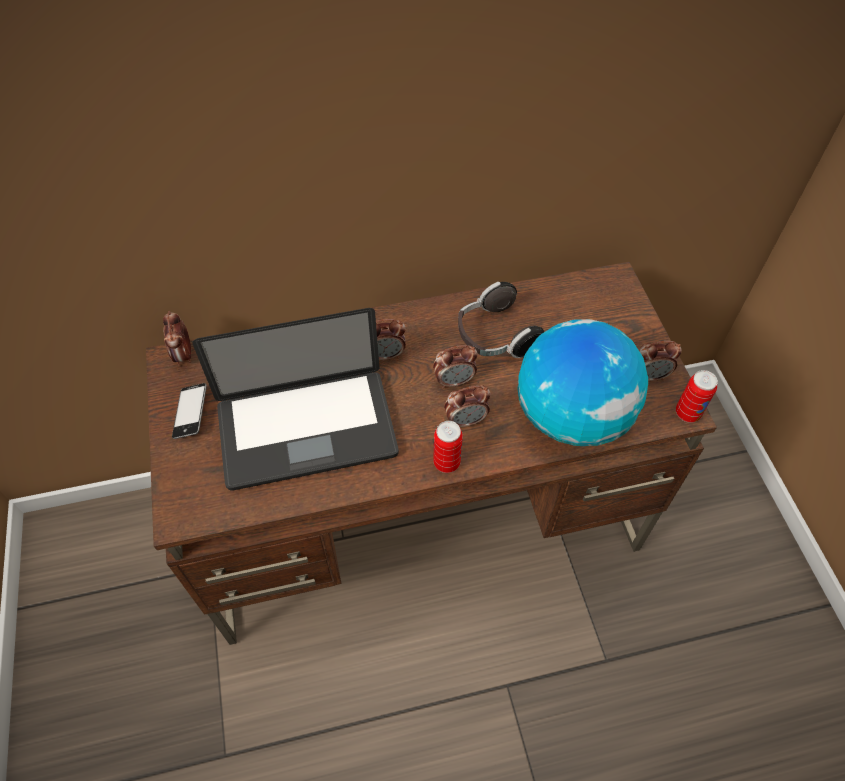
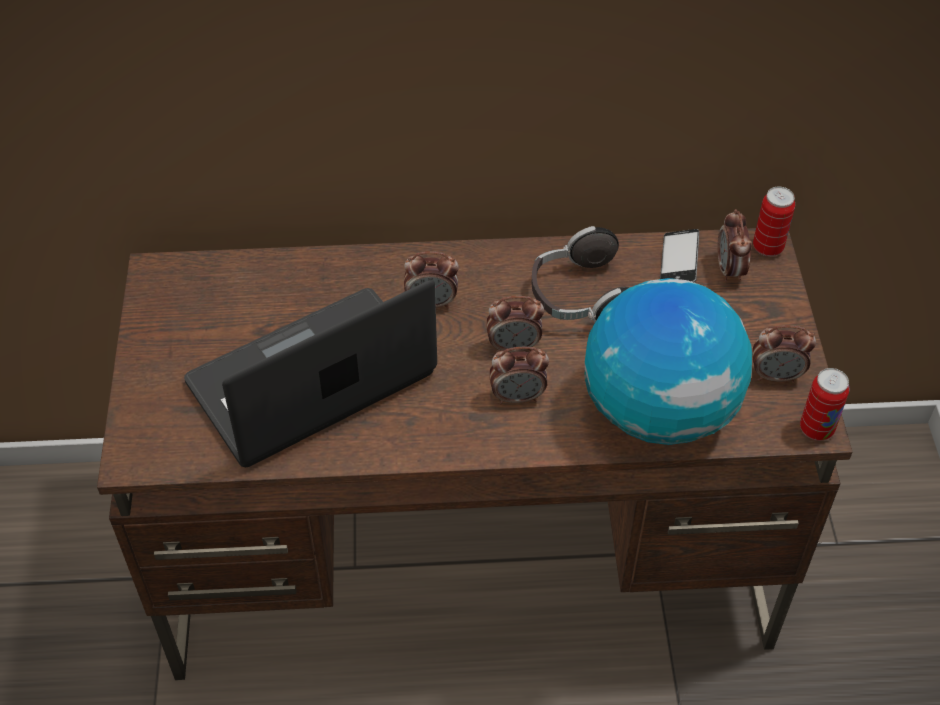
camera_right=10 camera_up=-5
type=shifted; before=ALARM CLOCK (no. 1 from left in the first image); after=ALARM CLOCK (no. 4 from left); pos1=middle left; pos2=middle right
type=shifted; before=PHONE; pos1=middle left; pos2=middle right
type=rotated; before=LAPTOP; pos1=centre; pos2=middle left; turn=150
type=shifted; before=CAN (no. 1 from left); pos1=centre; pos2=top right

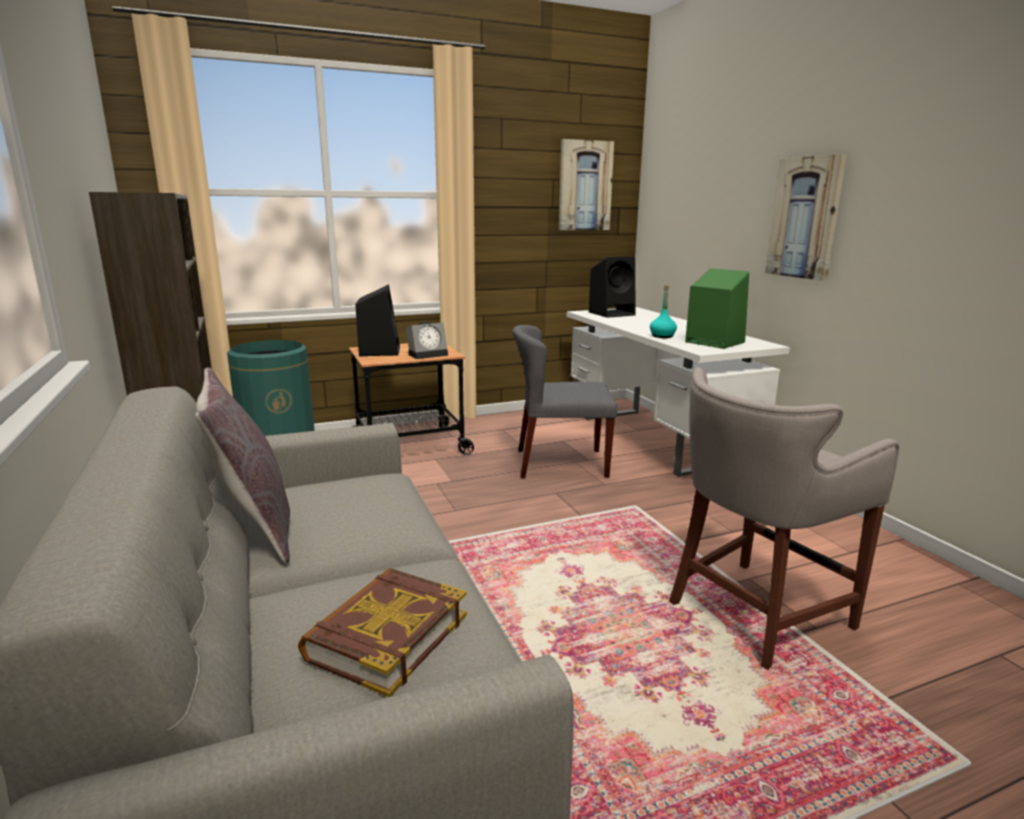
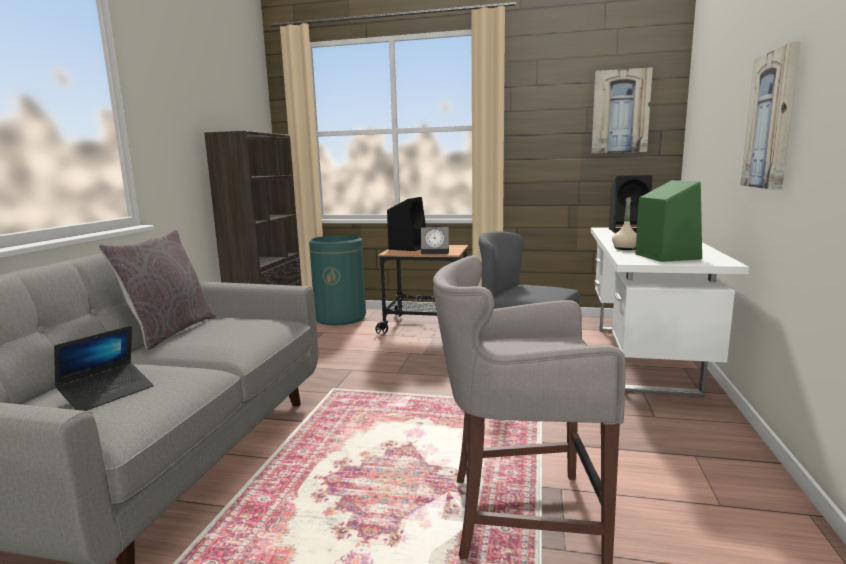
camera_right=35 camera_up=-5
type=swapped; before=BOOK; after=LAPTOP; pos1=bottom centre; pos2=middle left
type=repainted; before=TURQUOISE BOTTLE; after=BEIGE BOTTLE; pos1=centre; pos2=middle right

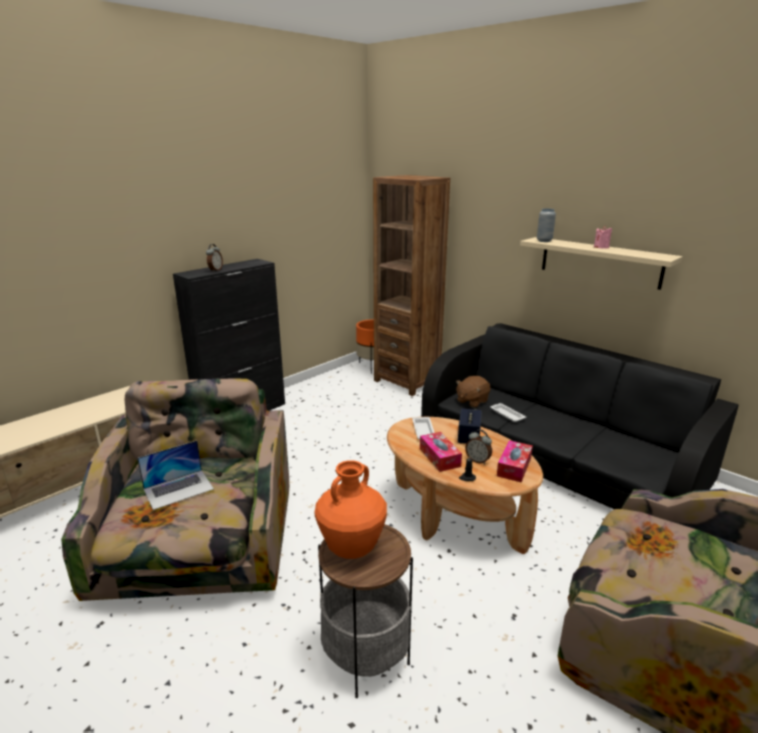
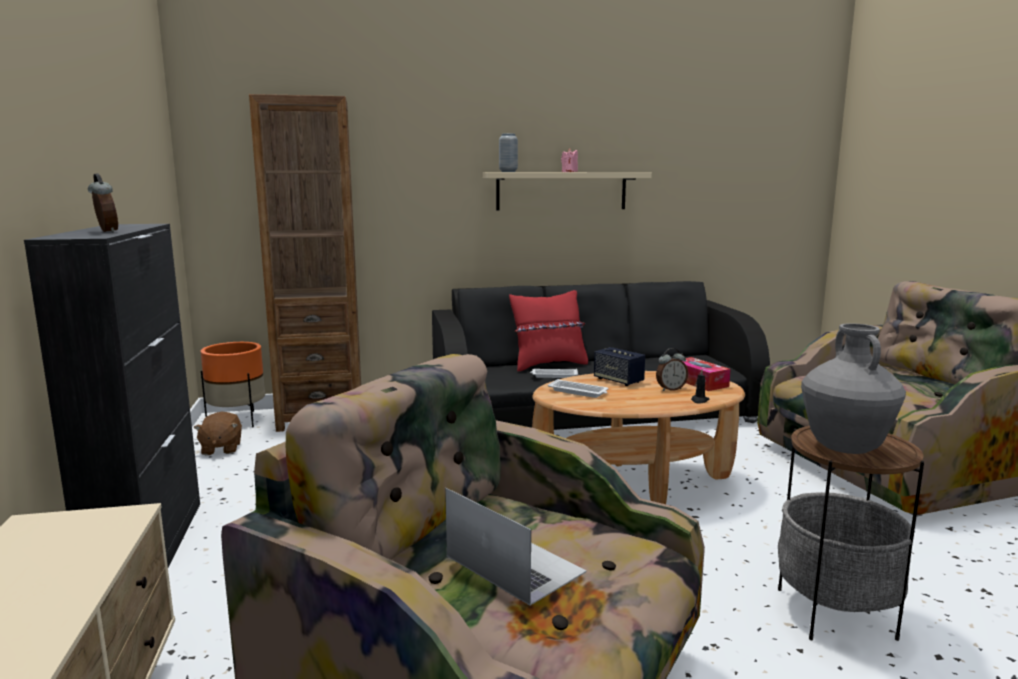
camera_right=-55 camera_up=-10
type=rotated; before=LAPTOP; pos1=middle left; pos2=bottom centre; turn=-45
type=repainted; before=ORANGE VASE; after=GREY VASE (no. 2 from left); pos1=bottom centre; pos2=middle right
type=gone; before=TISSUE BOX (no. 1 from left); pos1=centre
type=shifted; before=BROWN PLUSH TOY; pos1=centre; pos2=middle left
type=new; after=RED PILLOW; pos2=centre

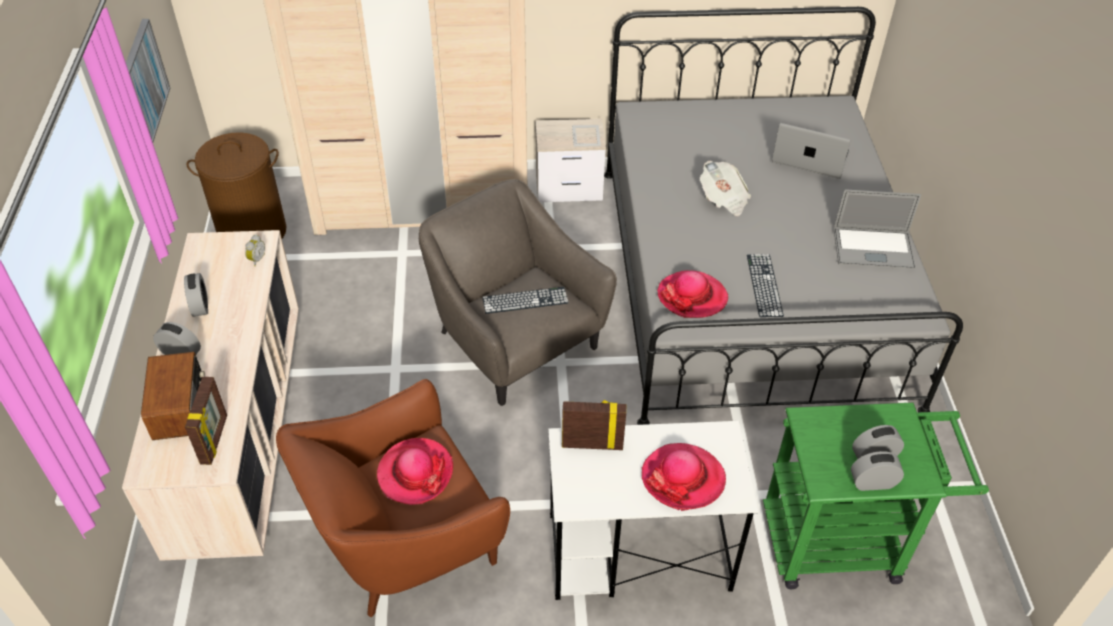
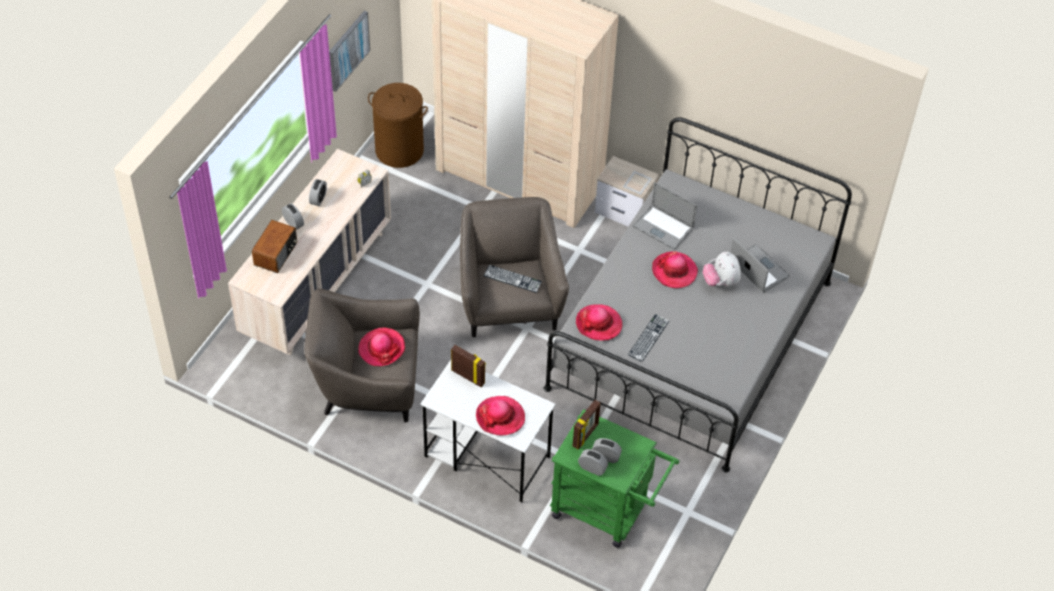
camera_right=30 camera_up=5
type=shifted; before=PICTURE FRAME (no. 1 from left in the first image); after=PICTURE FRAME (no. 2 from left); pos1=bottom left; pos2=bottom centre
type=repainted; before=BROWN ARMCHAIR; after=GREY ARMCHAIR (no. 1 from left); pos1=bottom centre; pos2=centre
type=swapped; before=NEWSPAPER; after=HAT (no. 4 from left); pos1=top centre; pos2=centre
type=shifted; before=LAPTOP (no. 2 from left in the first image); after=LAPTOP (no. 1 from left); pos1=middle right; pos2=centre
type=new; after=PLUSH TOY; pos2=middle right

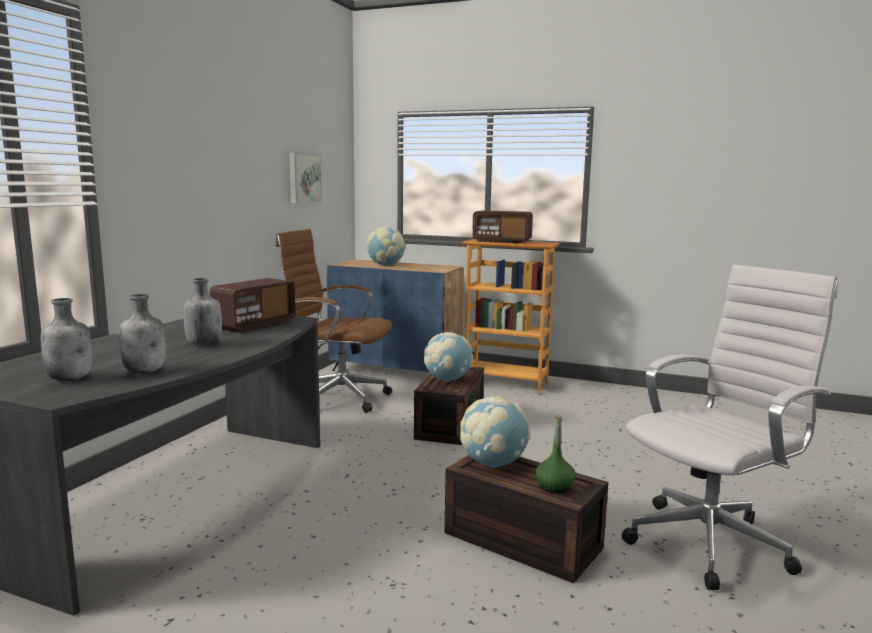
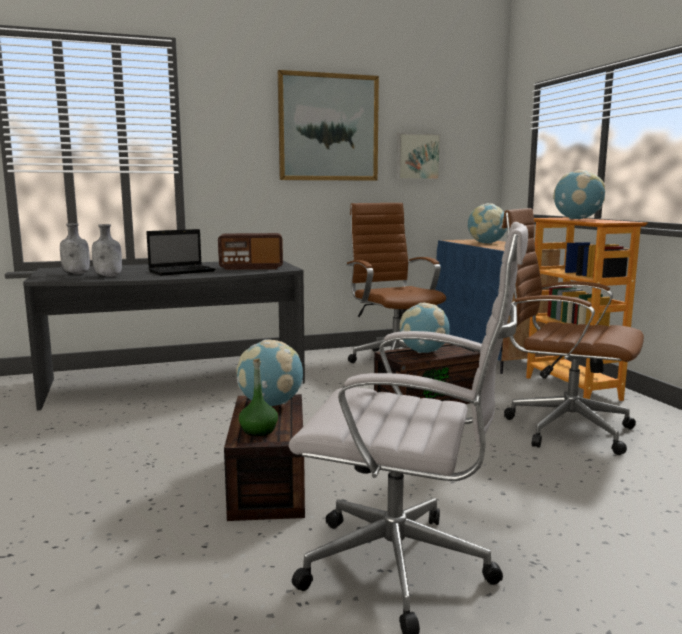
camera_right=50 camera_up=0
type=swapped; before=GREY BOTTLE (no. 3 from left); after=LAPTOP; pos1=middle left; pos2=middle left
type=swapped; before=RADIO (no. 2 from left); after=GLOBE (no. 4 from left); pos1=centre; pos2=top right
type=new; after=PICTURE (no. 1 from left); pos2=top centre
type=new; after=BROWN OFFICE CHAIR (no. 2 from left); pos2=middle right

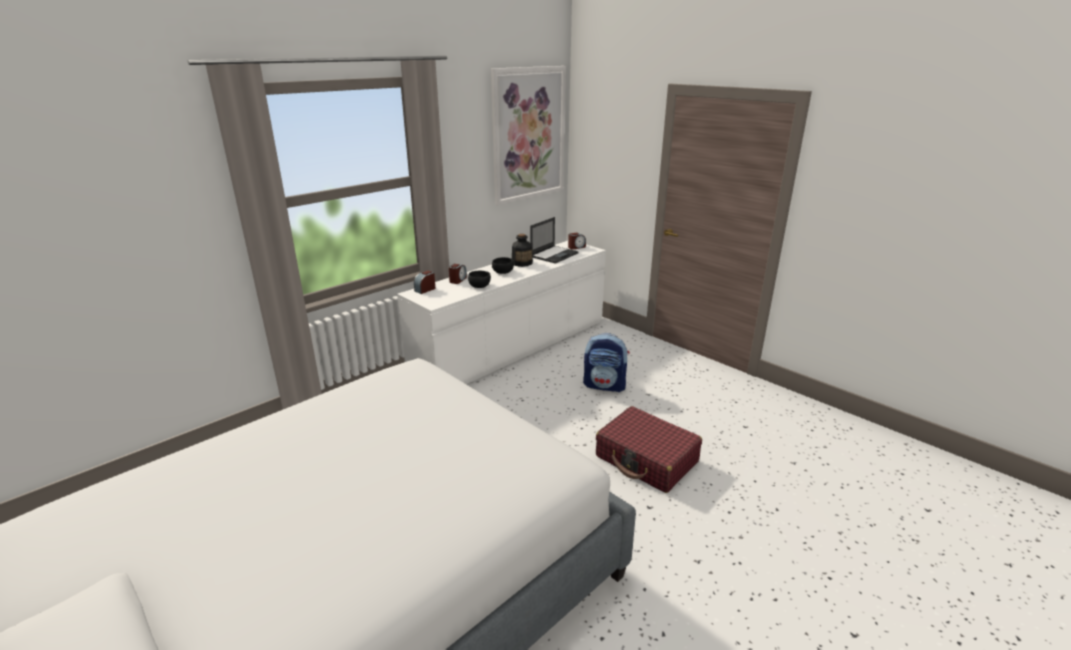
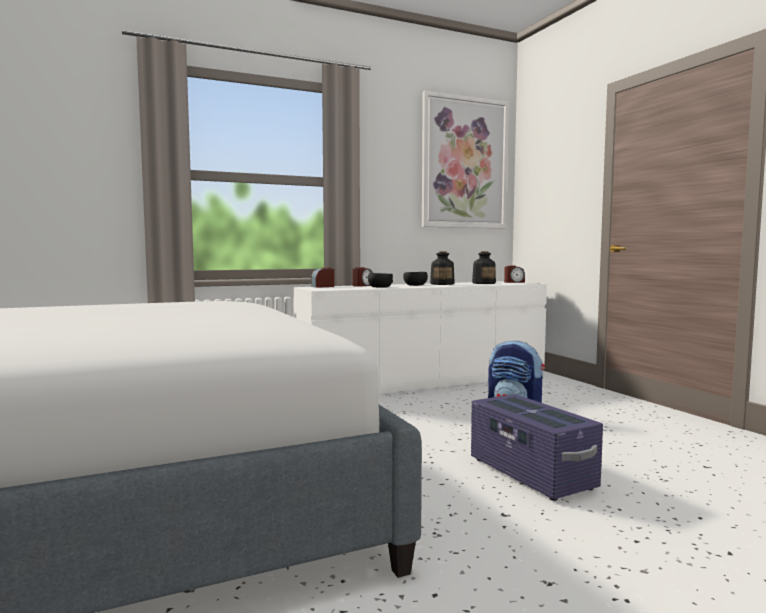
camera_right=20 camera_up=-20
type=swapped; before=LAPTOP; after=BOTTLE (no. 2 from left); pos1=centre; pos2=centre
type=swapped; before=RED SUITCASE; after=PURPLE STORAGE BOX; pos1=bottom centre; pos2=bottom right

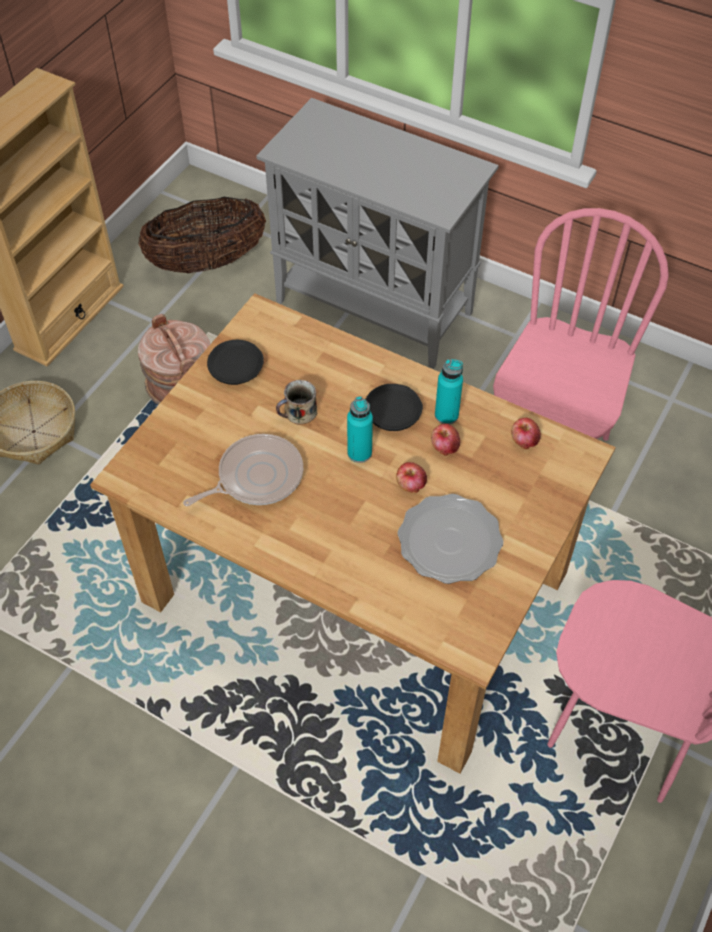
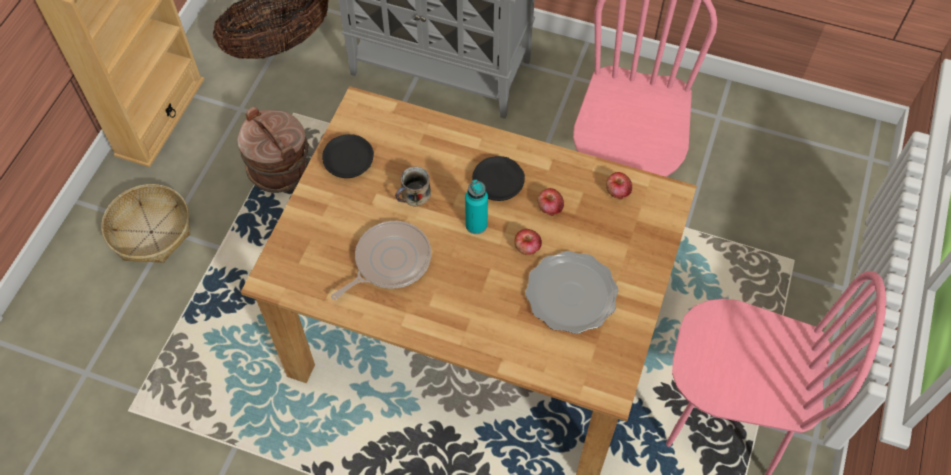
camera_right=-10 camera_up=5
type=gone; before=TURQUOISE BOTTLE (no. 2 from left); pos1=centre

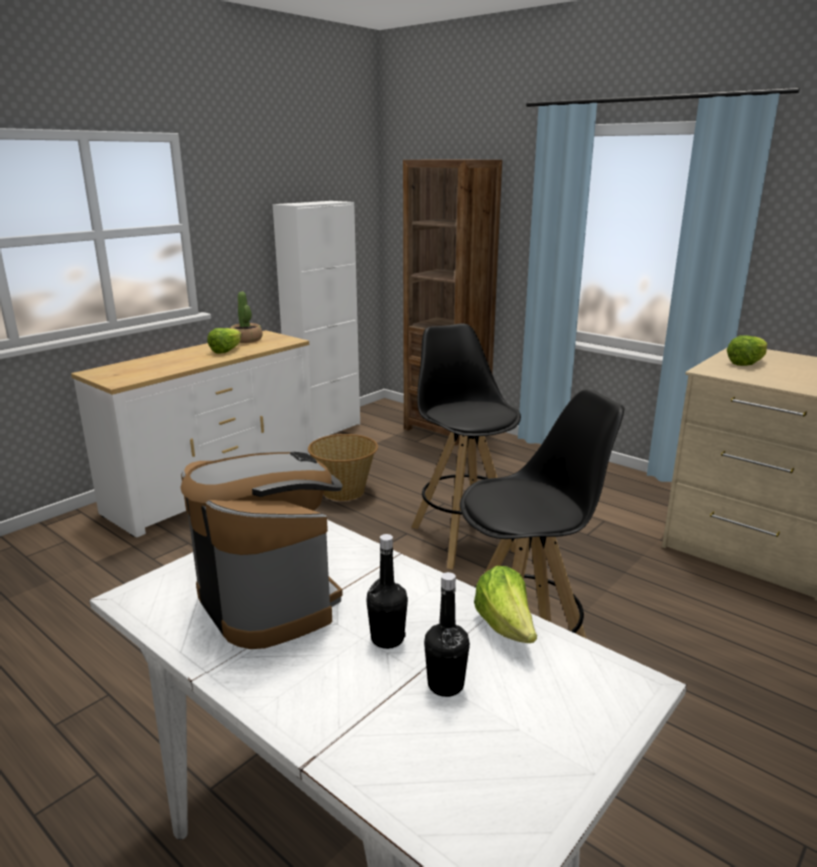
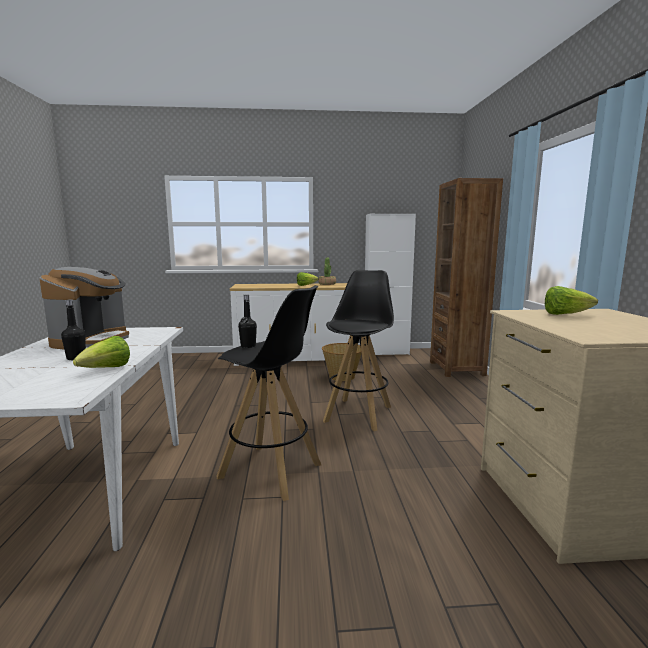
camera_right=45 camera_up=-10
type=shifted; before=BLACK BOTTLE (no. 2 from left); pos1=bottom centre; pos2=centre

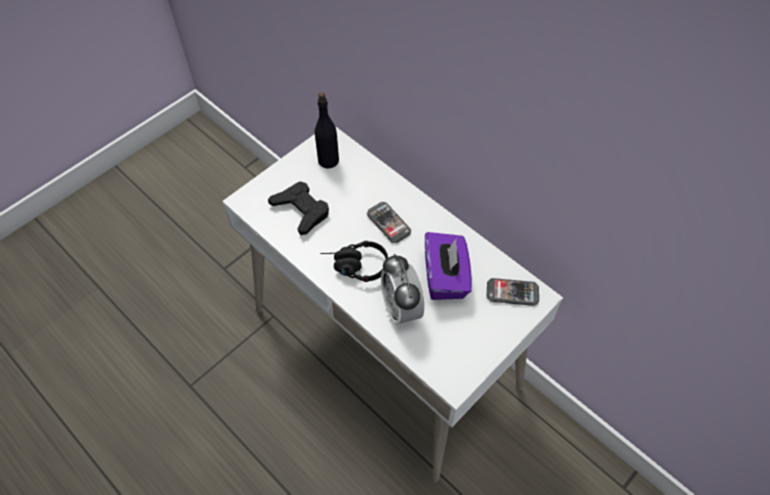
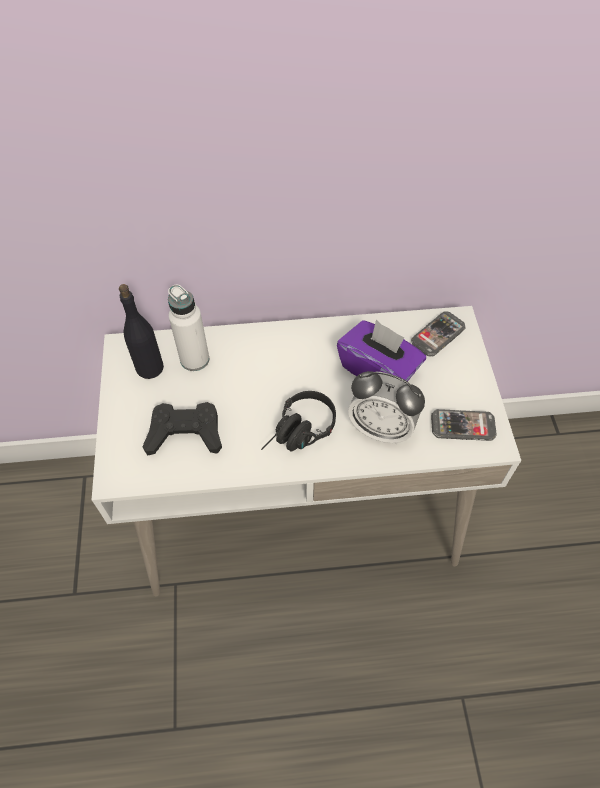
camera_right=-50 camera_up=0
type=shifted; before=PHONE (no. 1 from left in the first image); after=PHONE (no. 2 from left); pos1=centre; pos2=middle right
type=new; after=WHITE BOTTLE; pos2=middle left

